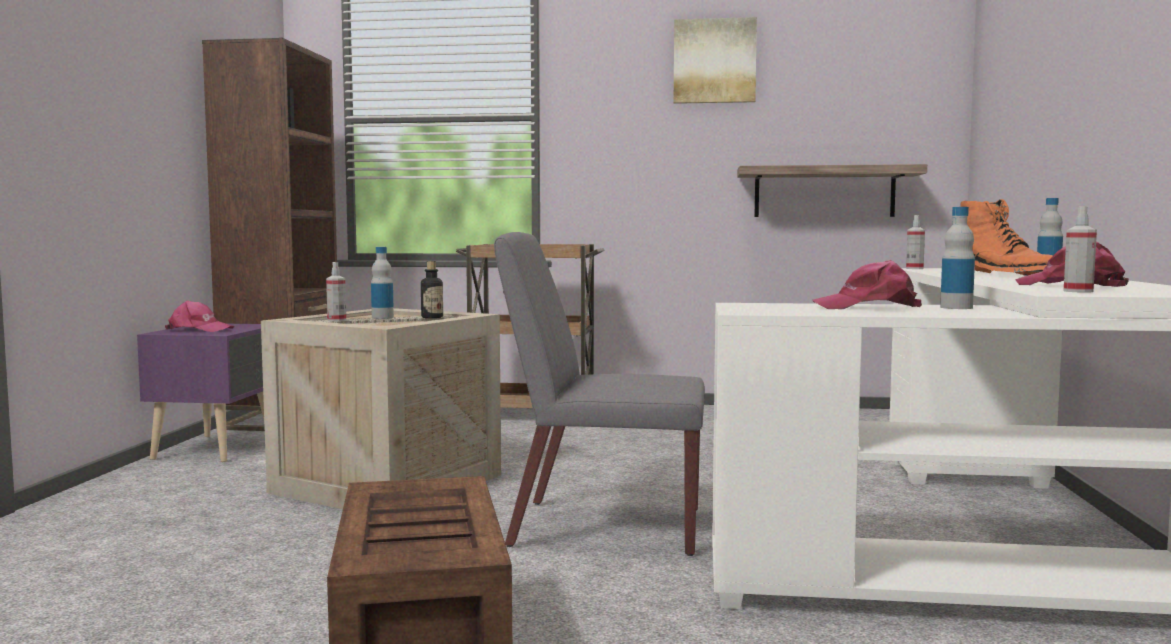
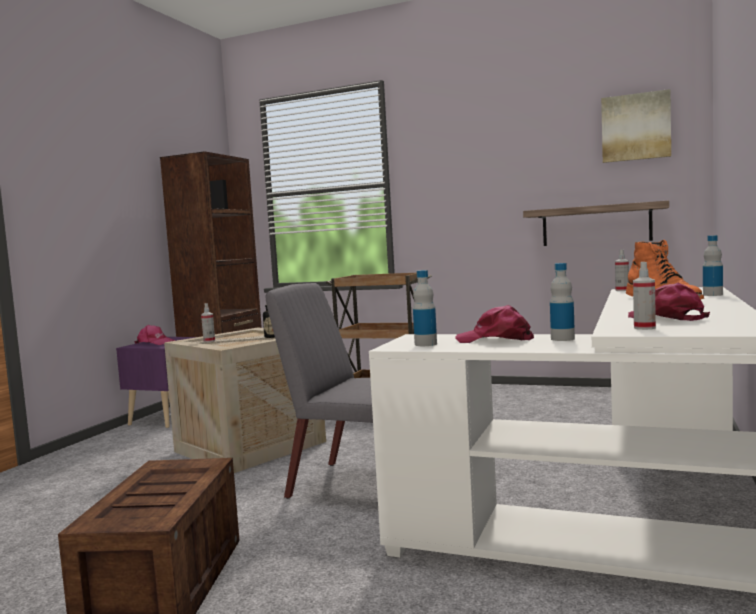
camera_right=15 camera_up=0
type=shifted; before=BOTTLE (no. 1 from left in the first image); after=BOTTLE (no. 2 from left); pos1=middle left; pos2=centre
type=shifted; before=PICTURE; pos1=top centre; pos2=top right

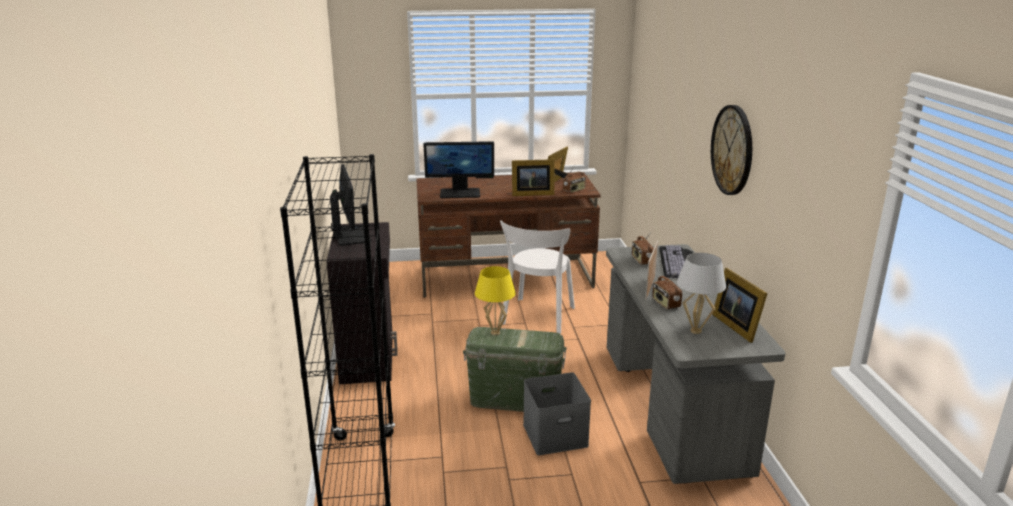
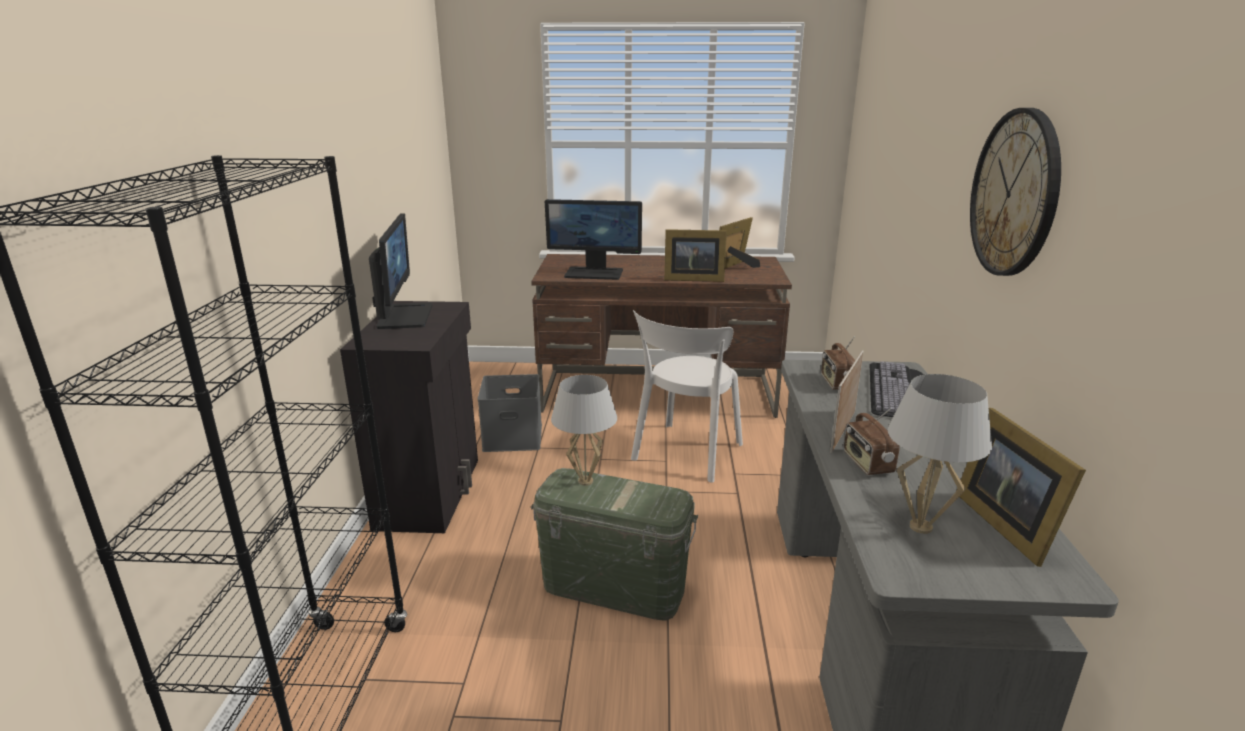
camera_right=10 camera_up=0
type=repainted; before=YELLOW TABLE LAMP; after=WHITE TABLE LAMP (no. 1 from left); pos1=centre; pos2=centre
type=shifted; before=GREY STORAGE BOX; pos1=bottom centre; pos2=centre
type=gone; before=RADIO (no. 1 from left); pos1=centre

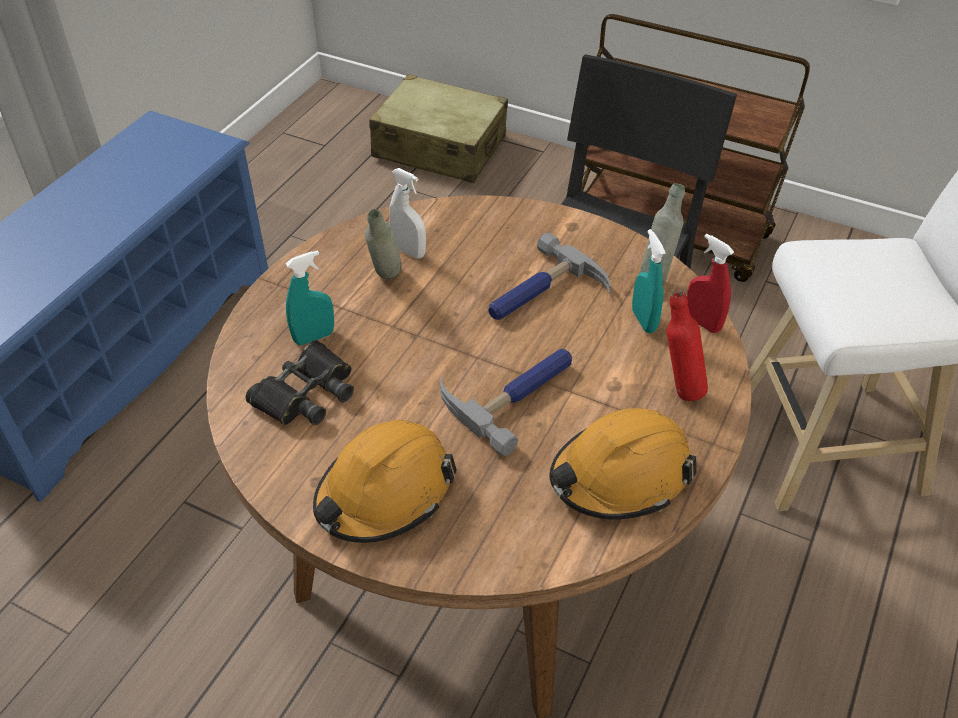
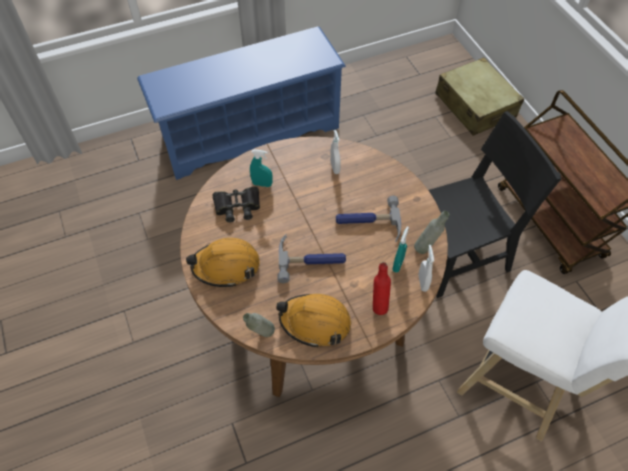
camera_right=40 camera_up=10
type=shifted; before=GREY BOTTLE (no. 1 from left); pos1=centre; pos2=bottom centre
type=repainted; before=RED SPRAY BOTTLE; after=WHITE SPRAY BOTTLE (no. 2 from left); pos1=middle right; pos2=middle right

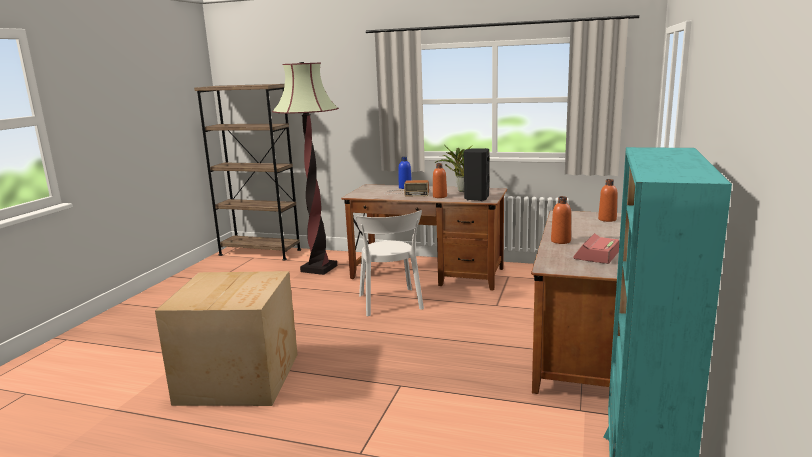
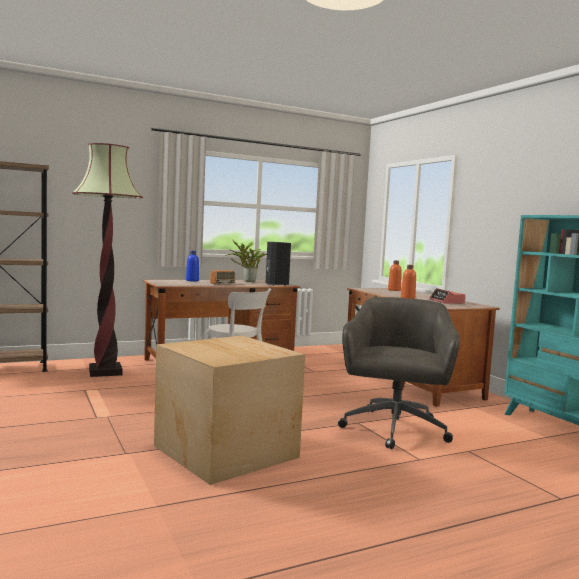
camera_right=-45 camera_up=-10
type=gone; before=ORANGE BOTTLE (no. 1 from left); pos1=centre
type=new; after=GREY OFFICE CHAIR; pos2=middle right

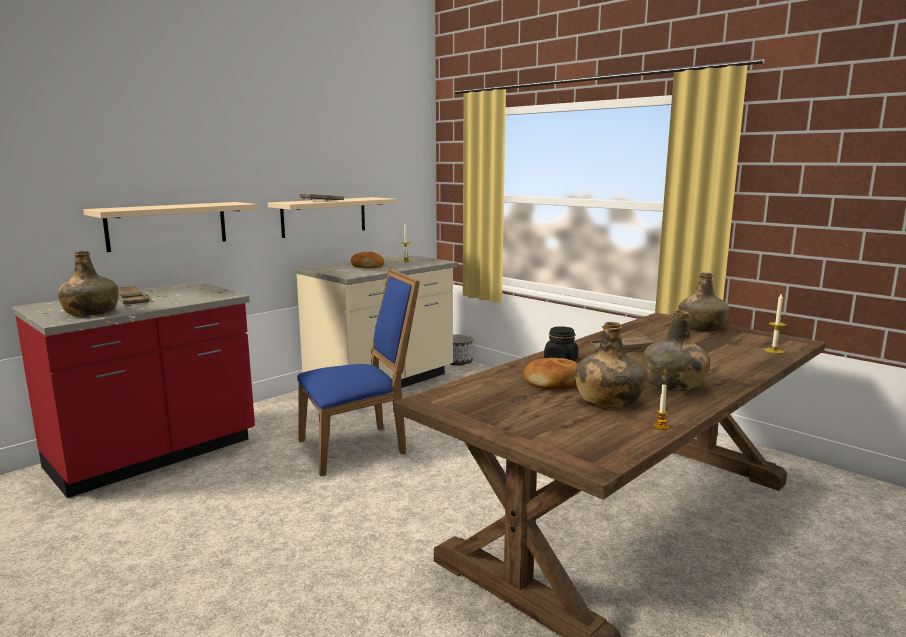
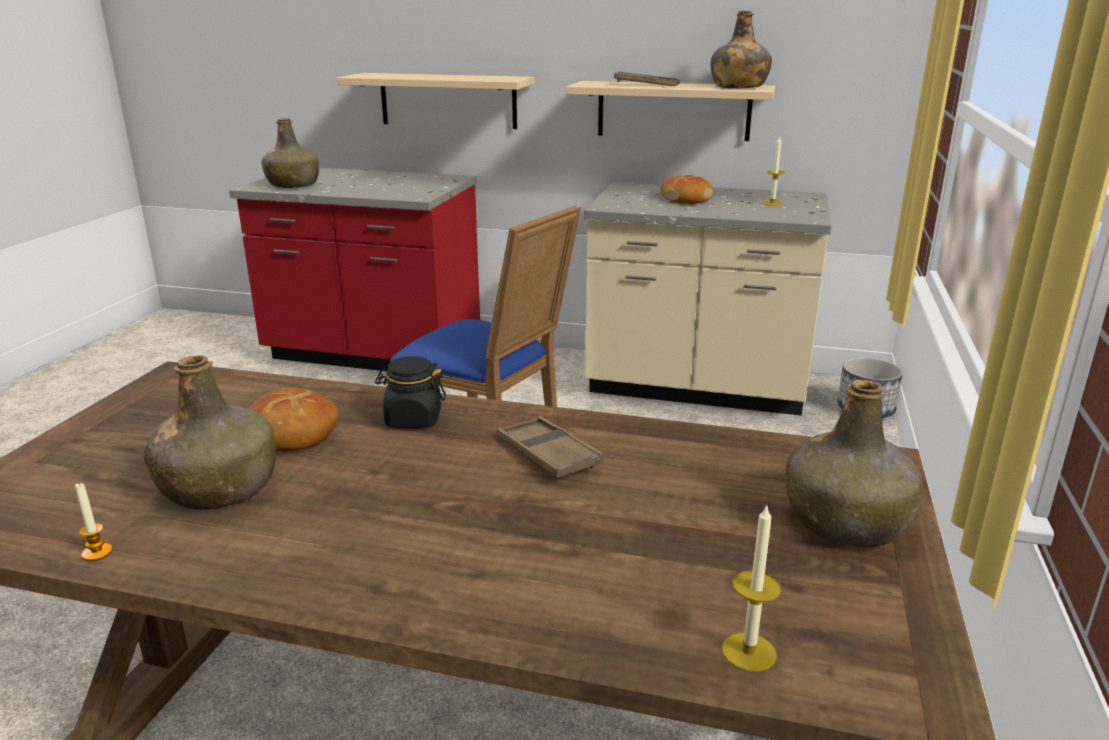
camera_right=60 camera_up=10
type=gone; before=BROWN TRAY (no. 1 from left); pos1=middle left
type=shifted; before=GREEN BOTTLE (no. 3 from left); pos1=middle right; pos2=top right

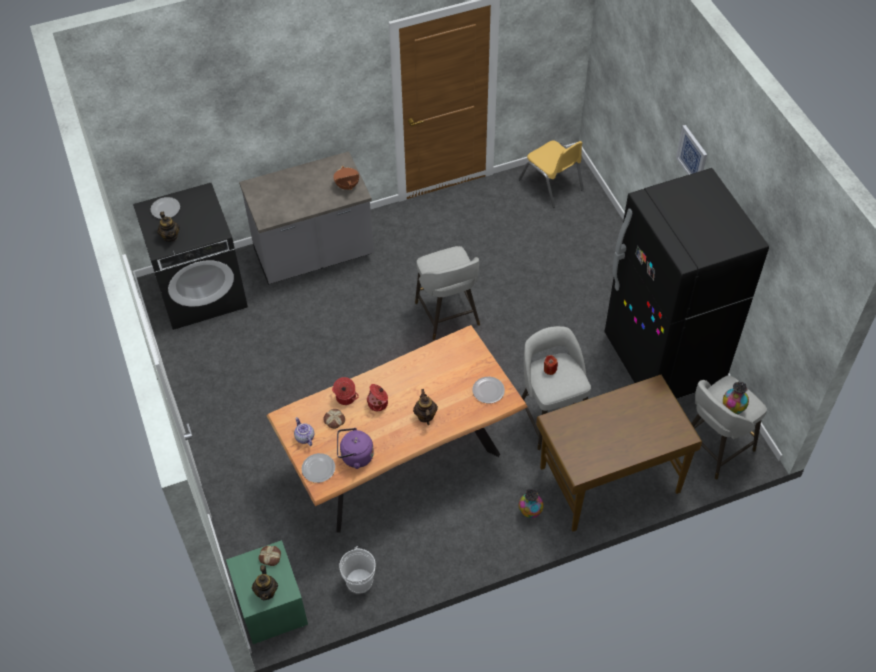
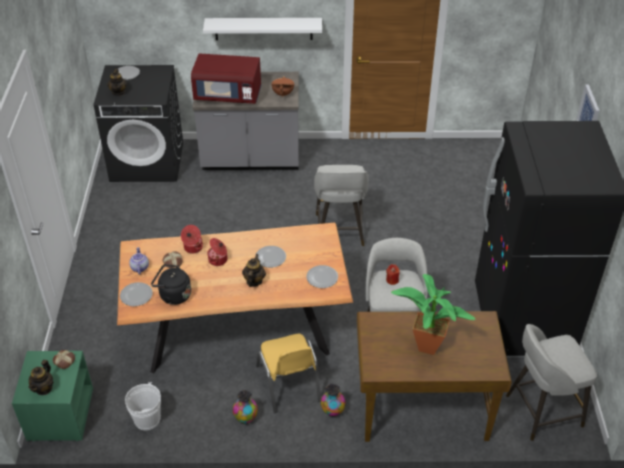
camera_right=20 camera_up=-10
type=repainted; before=PURPLE KETTLE; after=BLACK KETTLE; pos1=bottom centre; pos2=middle left
type=shifted; before=YELLOW CHAIR; pos1=top centre; pos2=bottom centre
type=shifted; before=VASE (no. 2 from left in the first image); after=VASE (no. 1 from left); pos1=middle right; pos2=bottom centre
type=new; after=RED MICROWAVE; pos2=top centre
type=new; after=WHITE SHELF; pos2=top centre
type=new; after=PLATE (no. 3 from left); pos2=centre
type=new; after=POTTED PLANT; pos2=bottom right

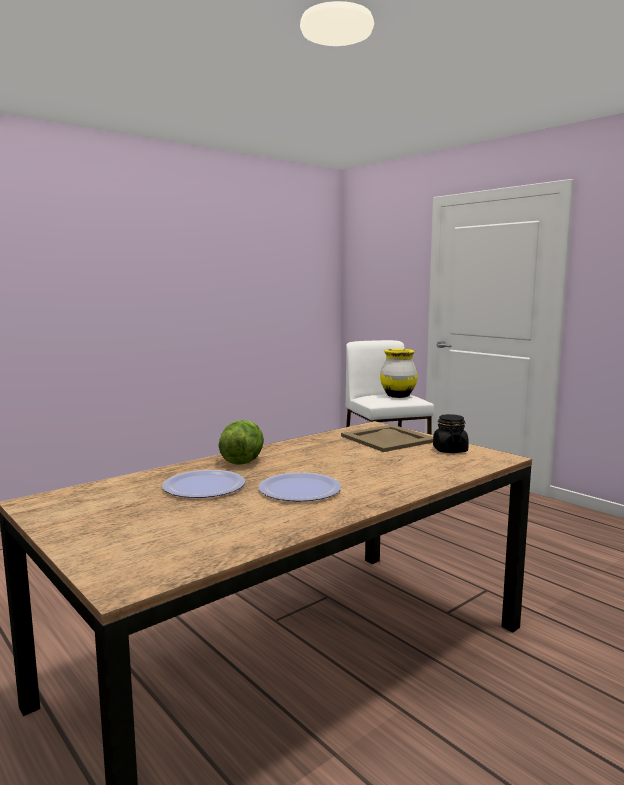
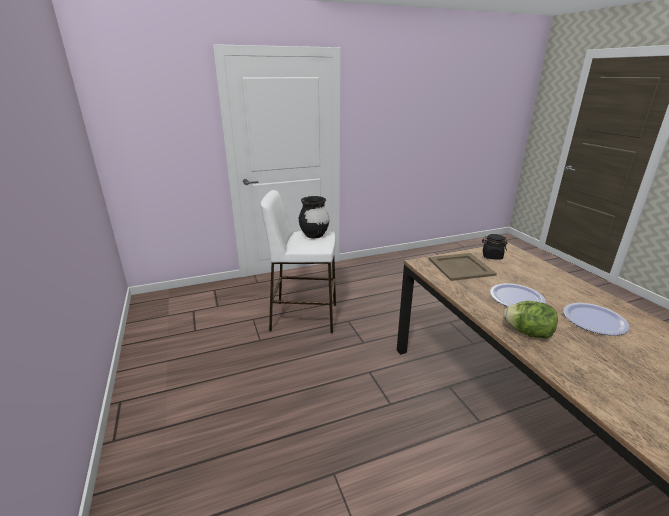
camera_right=-70 camera_up=15
type=shifted; before=PLATE (no. 1 from left); pos1=middle left; pos2=middle right
type=repainted; before=YELLOW VASE; after=BLACK VASE; pos1=centre; pos2=centre

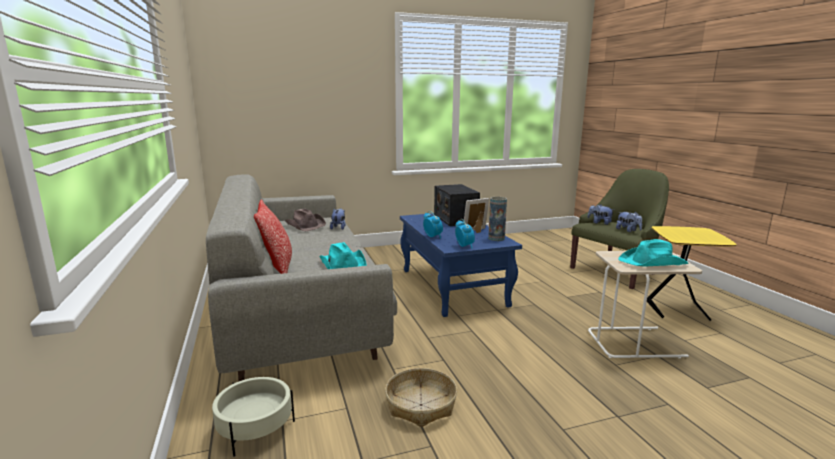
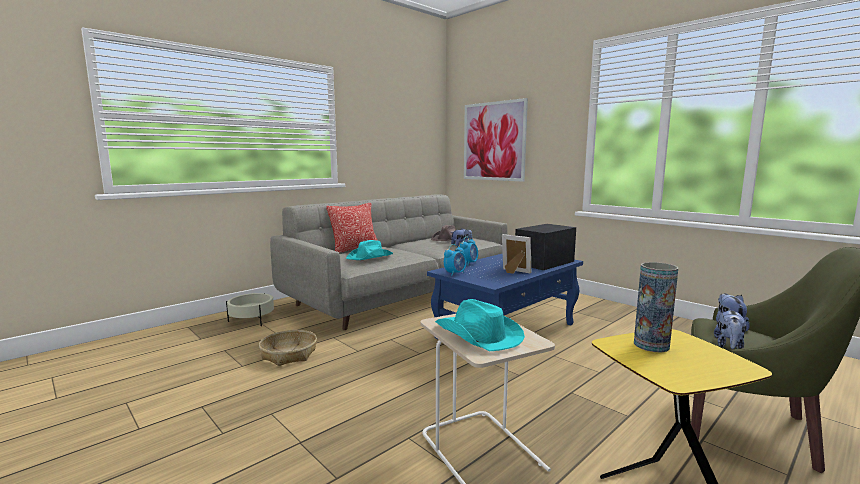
camera_right=65 camera_up=-5
type=shifted; before=VASE; pos1=centre; pos2=middle right
type=new; after=PICTURE; pos2=top centre

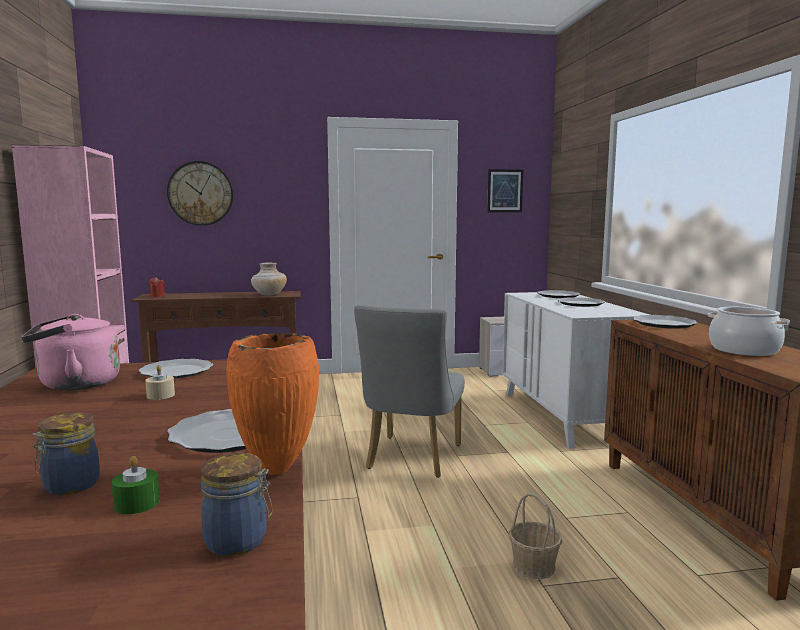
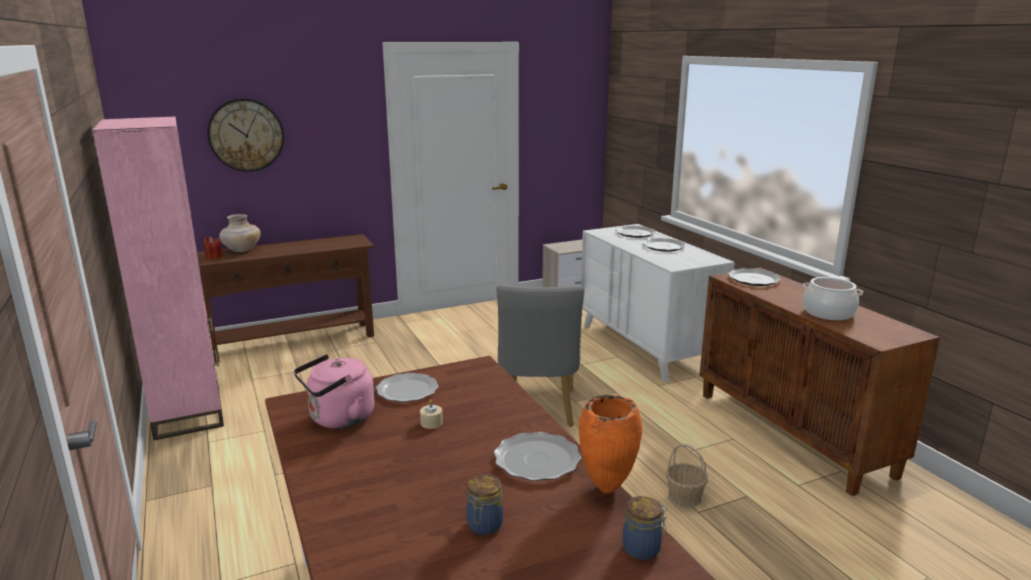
camera_right=-15 camera_up=10
type=gone; before=GREEN CANDLE; pos1=bottom left
type=shifted; before=BEIGE VASE; pos1=centre; pos2=middle left
type=gone; before=PICTURE; pos1=top centre

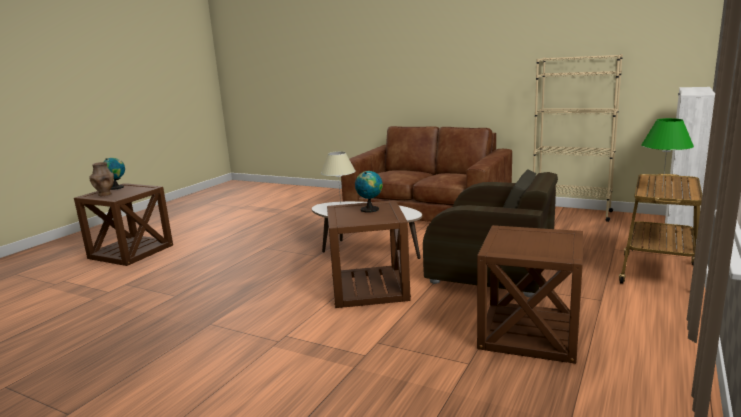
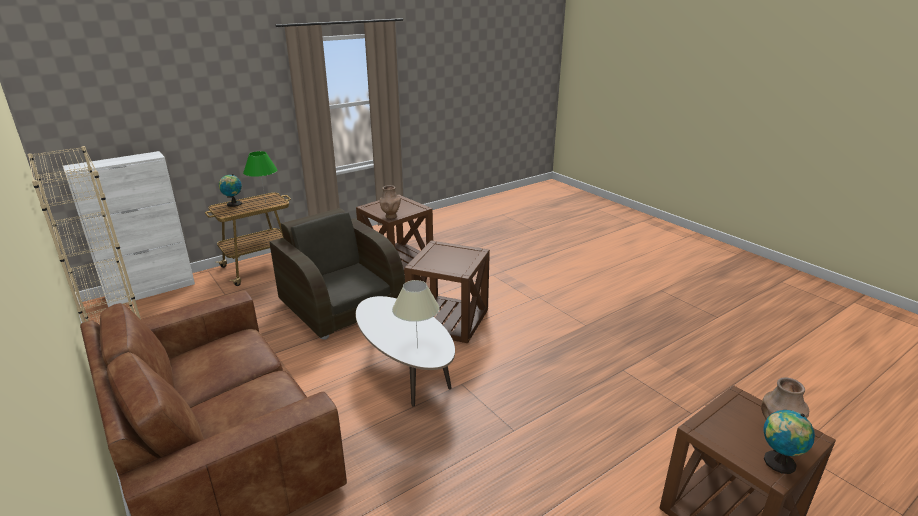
camera_right=-155 camera_up=10
type=shifted; before=GLOBE (no. 2 from left in the first image); after=GLOBE (no. 1 from left); pos1=centre; pos2=middle left
type=new; after=BROWN VASE (no. 1 from left); pos2=centre

